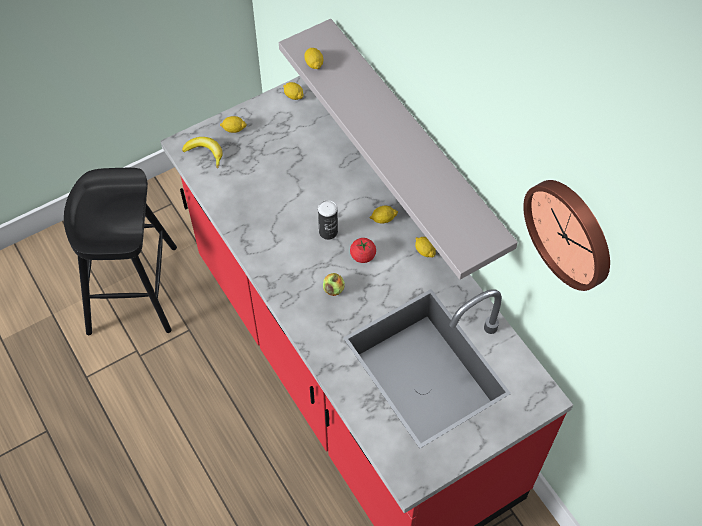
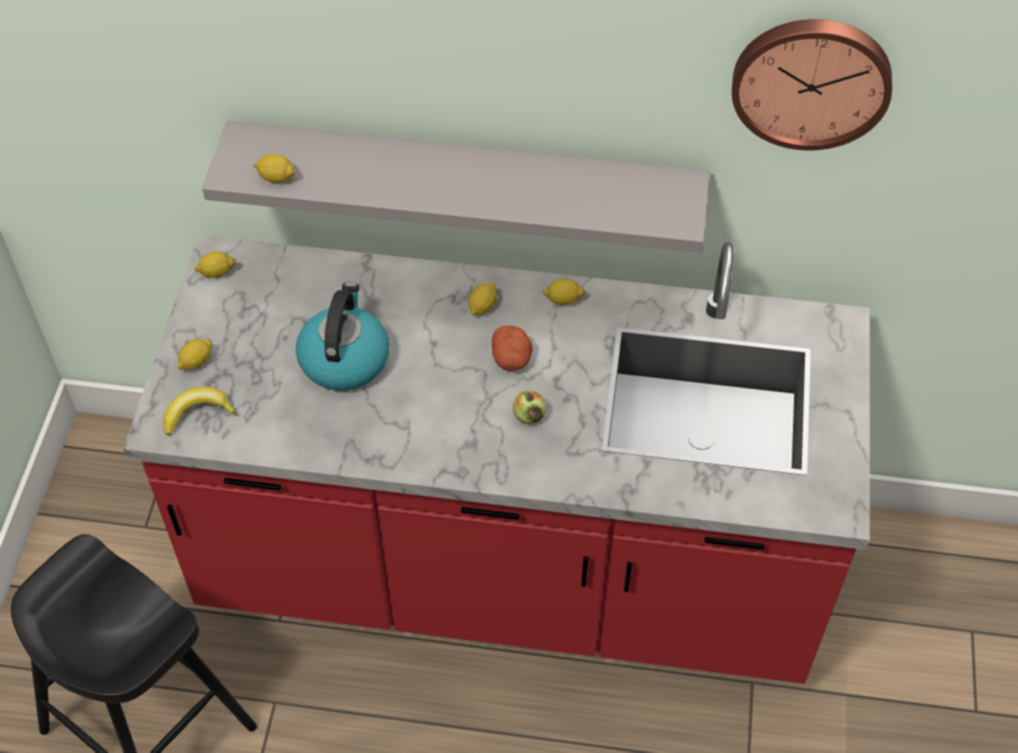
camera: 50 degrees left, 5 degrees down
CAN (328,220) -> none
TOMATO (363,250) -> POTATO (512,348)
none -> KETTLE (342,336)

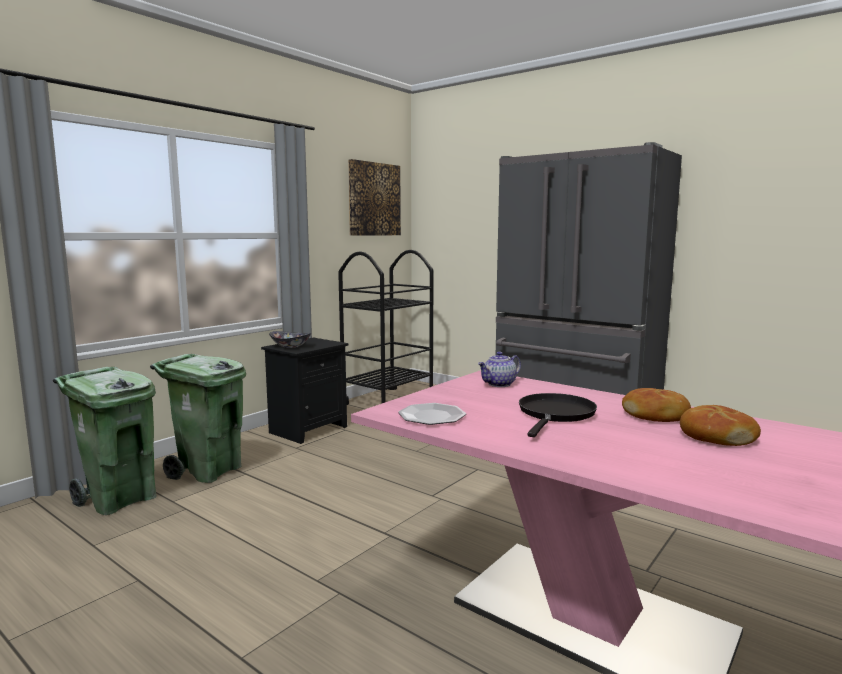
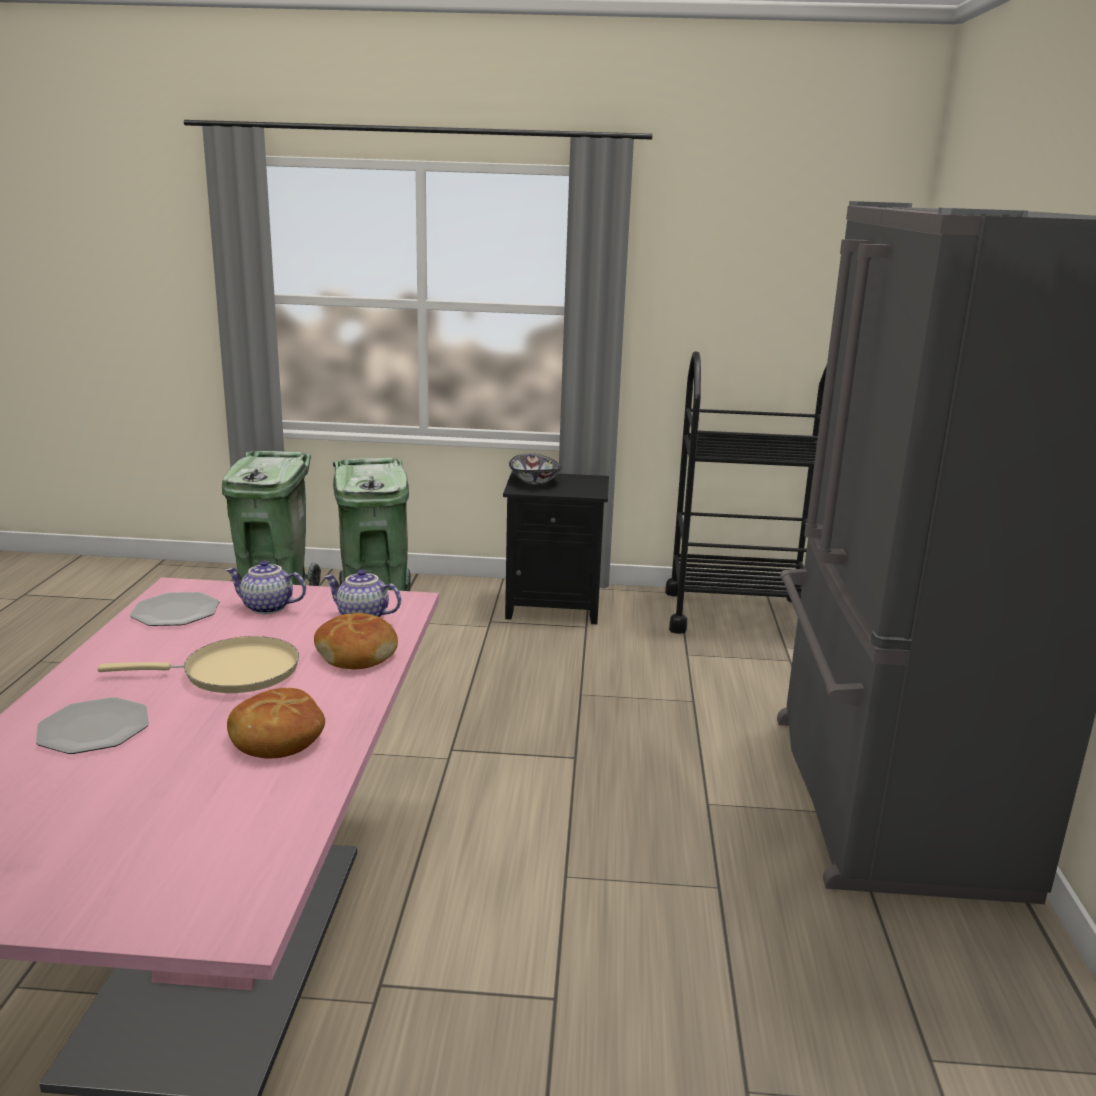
camera: 55 degrees right, 10 degrees up
PICTURE (374,197) -> none
BLACK FRYING PAN (558,415) -> BEIGE FRYING PAN (198,664)
BREAD (720,425) -> BREAD (356,641), shifted
none -> PLATE (92,725)
none -> TEAPOT (266,587)

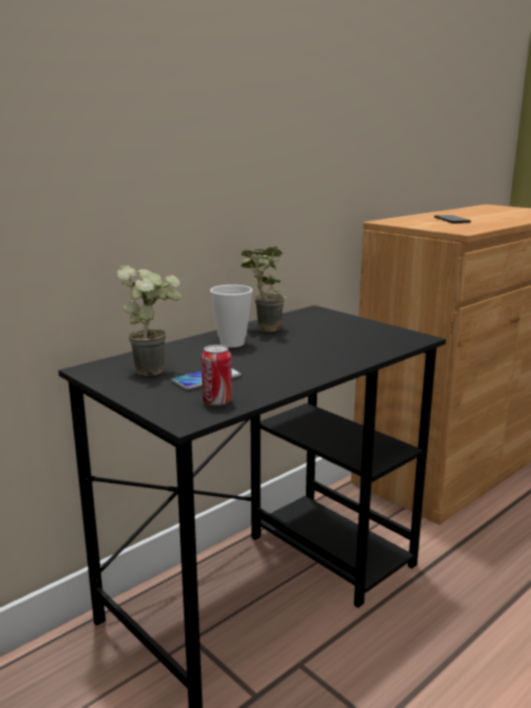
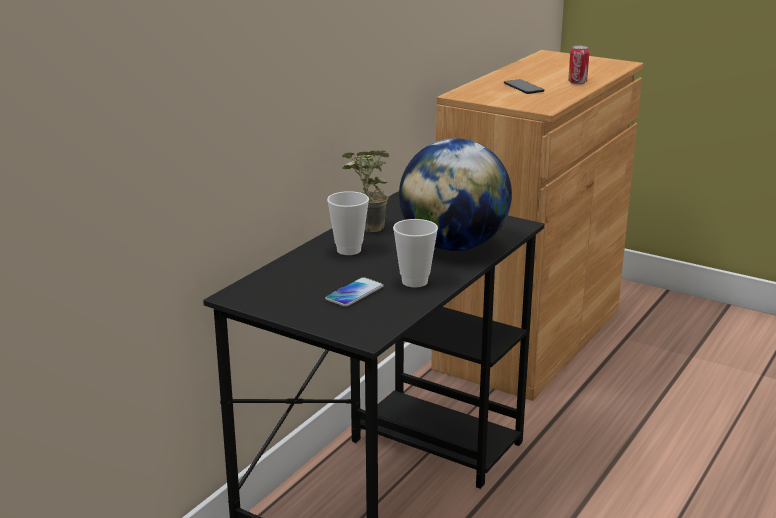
camera: 15 degrees left, 5 degrees up
POTTED PLANT (149,320) -> none
CAN (216,375) -> CAN (578,65), shifted
none -> CUP (415,253)
none -> GLOBE (455,194)

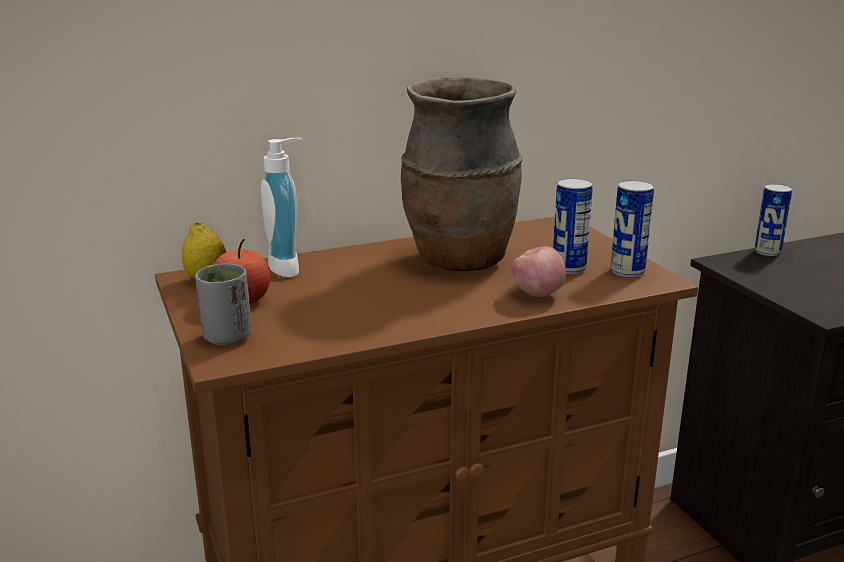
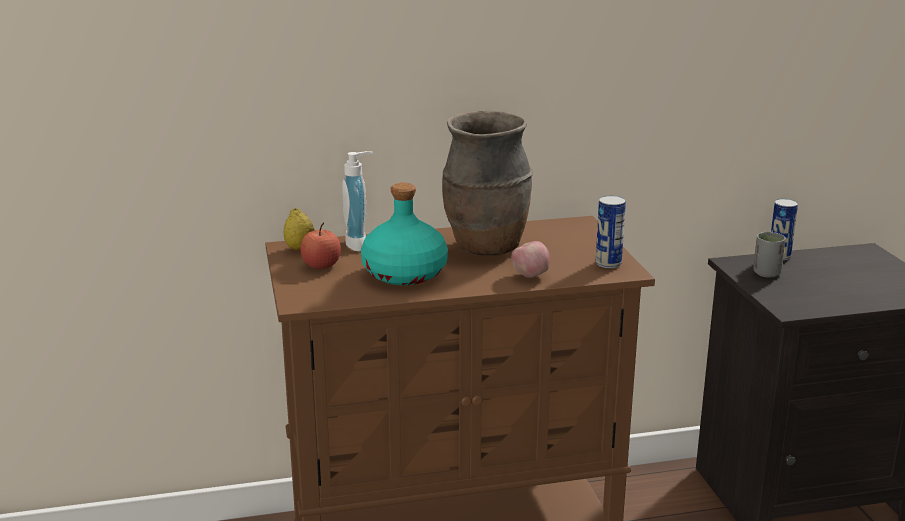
camera: 10 degrees right, 0 degrees up
GREY CUP (223,305) -> GREY CUP (769,255), shifted
CAN (573,226) -> none
none -> TURQUOISE BOTTLE (404,234)

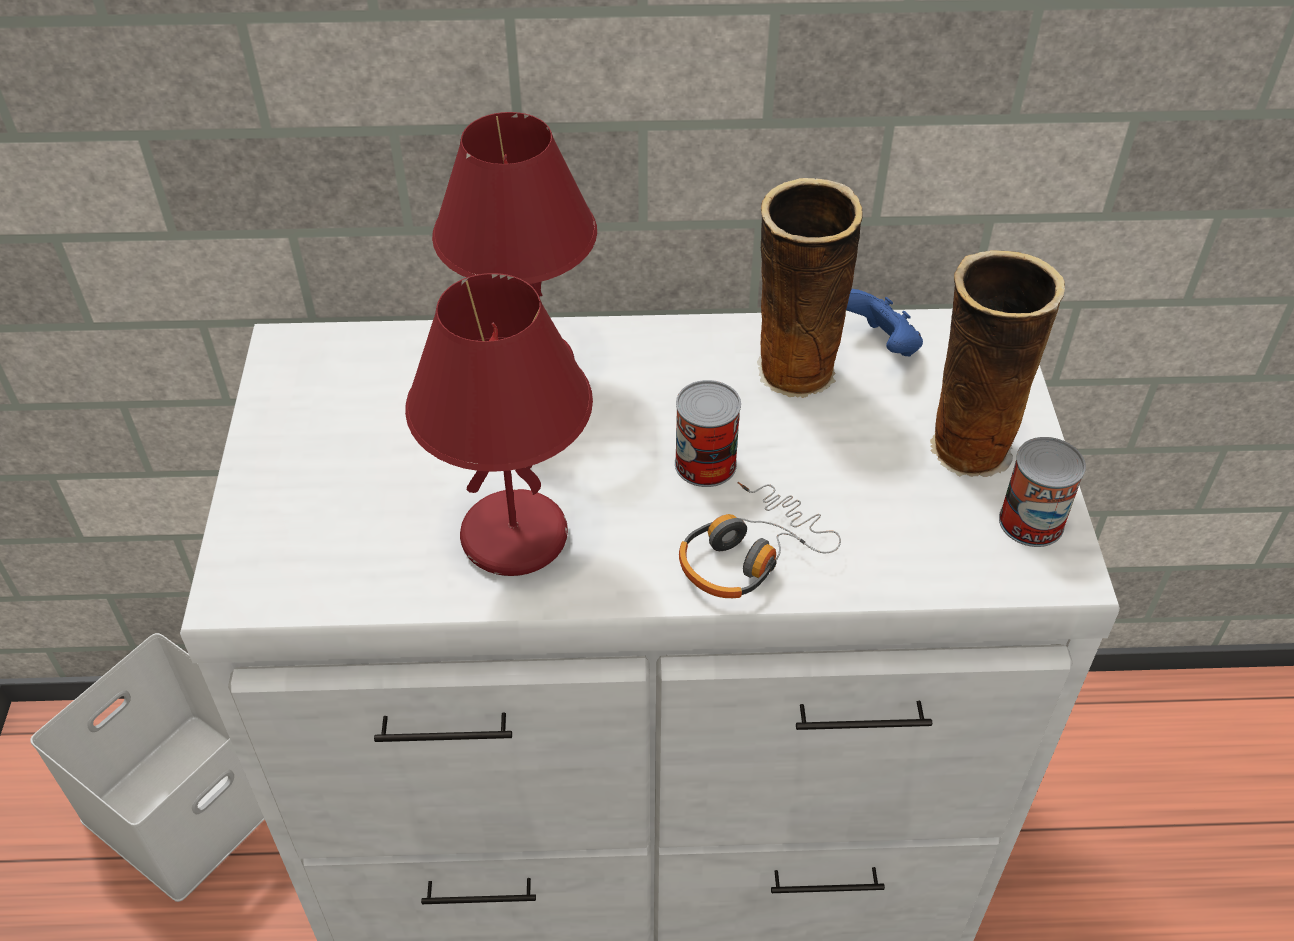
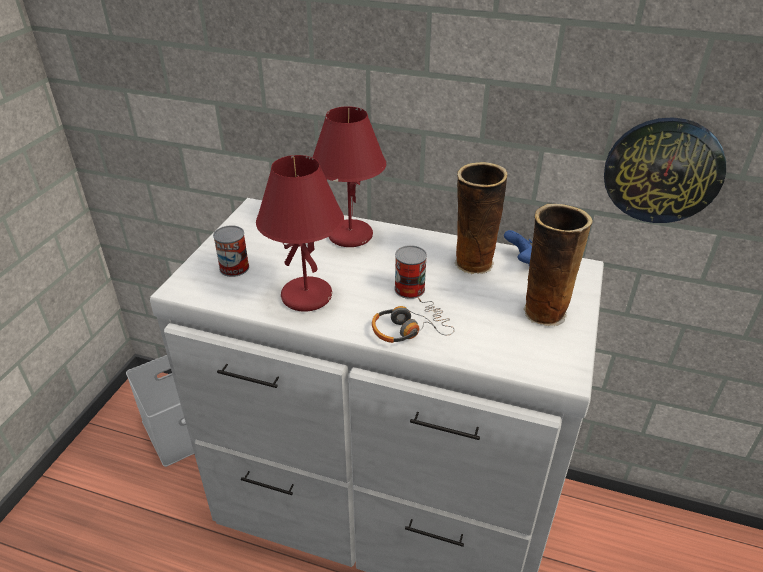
camera: 20 degrees right, 10 degrees down
CAN (1042,492) -> CAN (231,251), shifted
none -> WALL CLOCK (665,170)

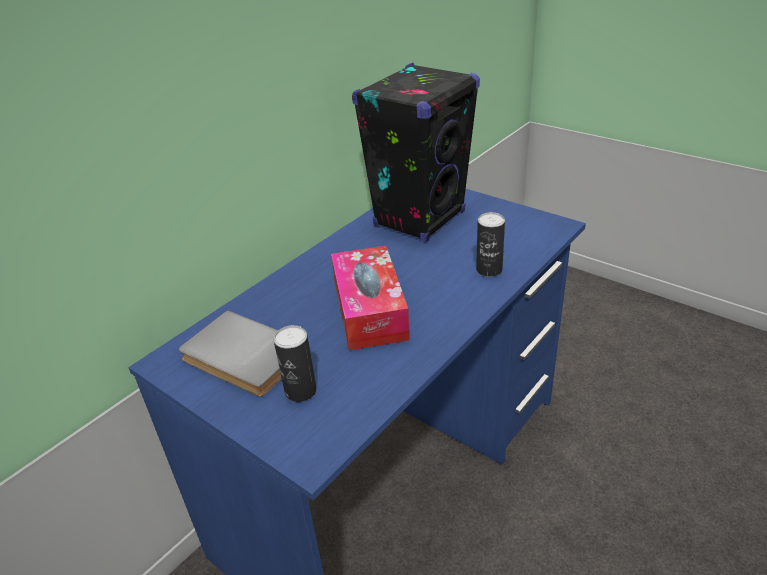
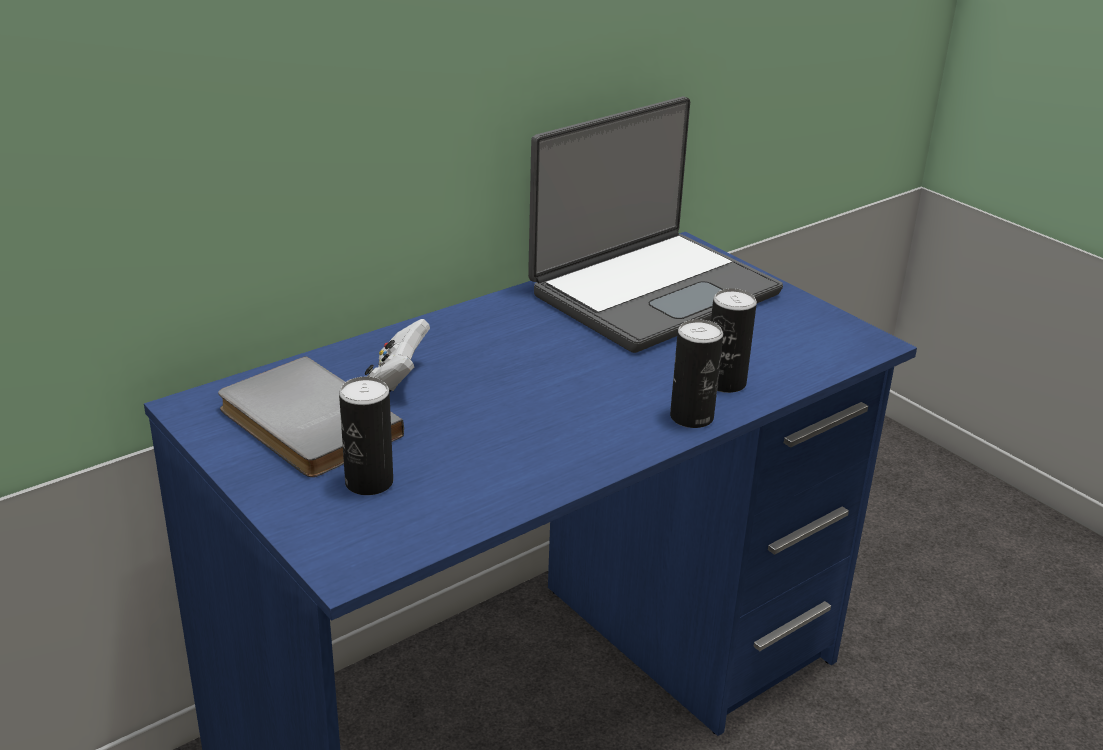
camera: 10 degrees right, 5 degrees down
TISSUE BOX (370,298) -> none
BLACK SPEAKER (416,152) -> LAPTOP (655,224)
none -> WHITE GAME CONTROLLER (397,355)
none -> CAN (696,373)

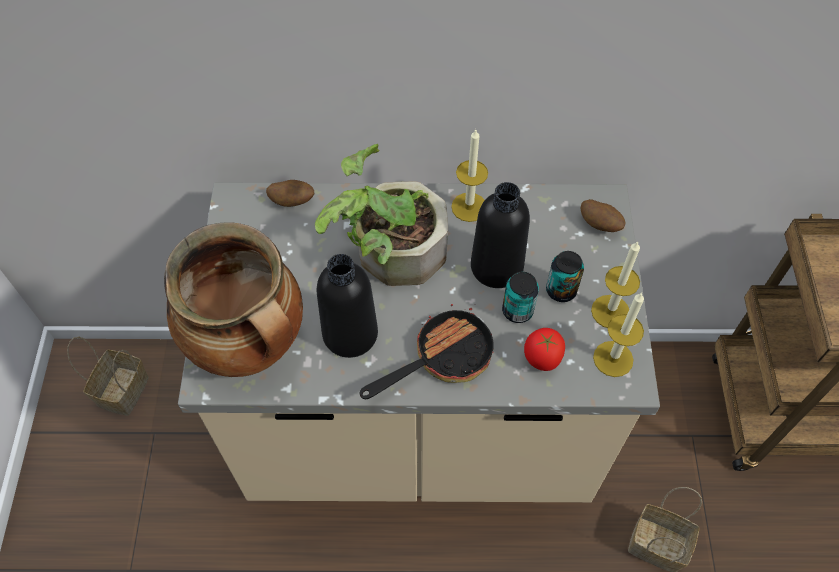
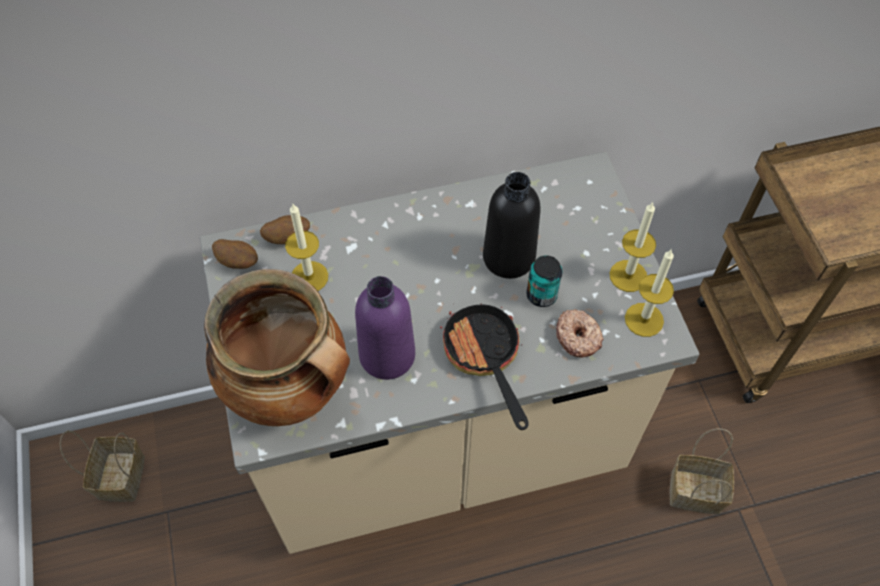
camera: 15 degrees left, 0 degrees up
POTTED PLANT (381,215) -> none
BLACK BOTTLE (347,306) -> PURPLE BOTTLE (385,328)
FRYING PAN (427,351) -> FRYING PAN (484,366), 60 degrees counterclockwise
CANDLE (469,176) -> CANDLE (306,247), shifted
TOMATO (544,349) -> DONUT (580,333)
CAN (565,276) -> none
POTATO (602,215) -> POTATO (235,254), shifted

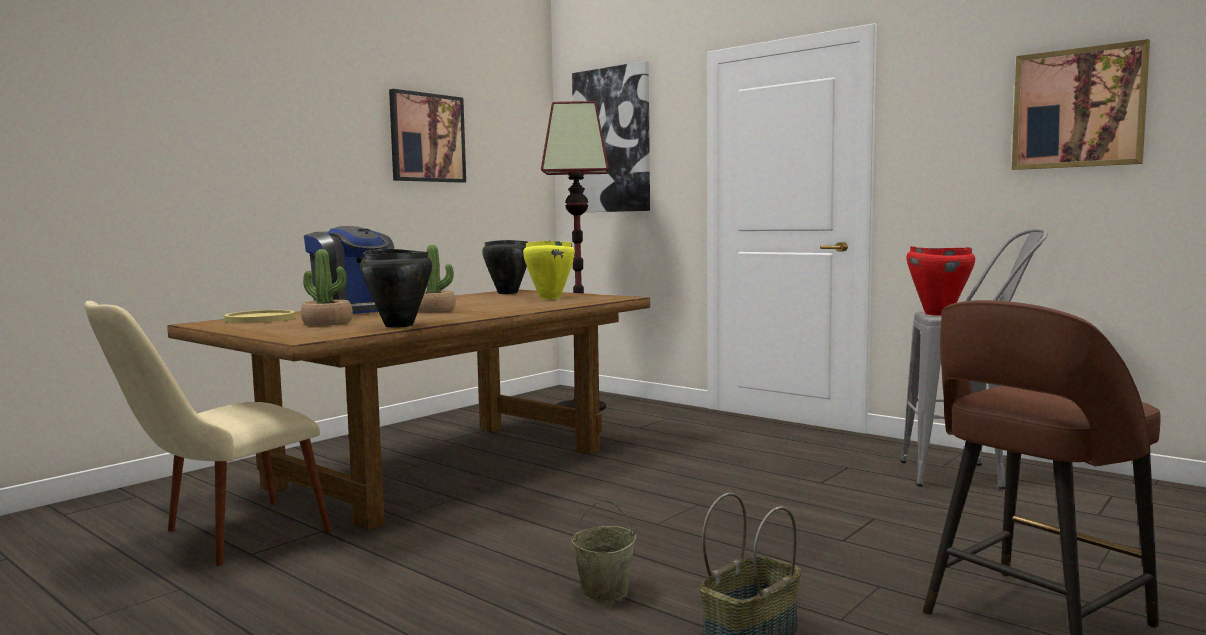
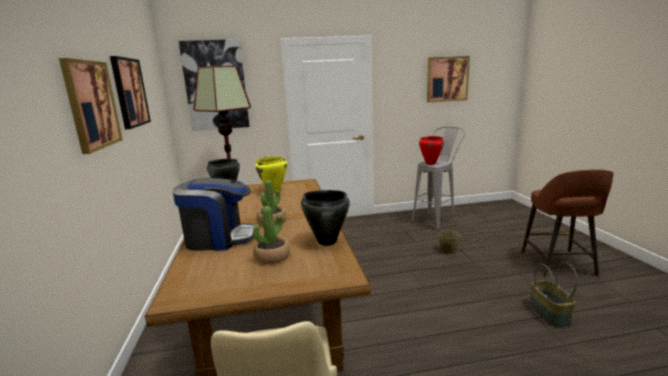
camera: 50 degrees left, 10 degrees up
YELLOW PLATE (259,316) -> none
BEIGE BUCKET (603,551) -> BEIGE BUCKET (449,239), shifted
none -> PICTURE (91,106)

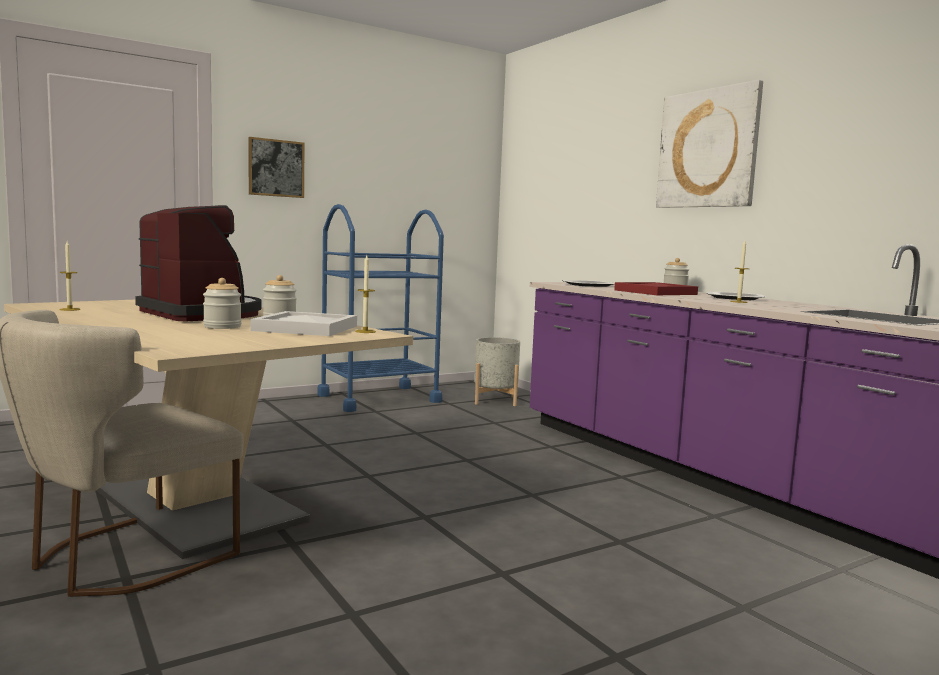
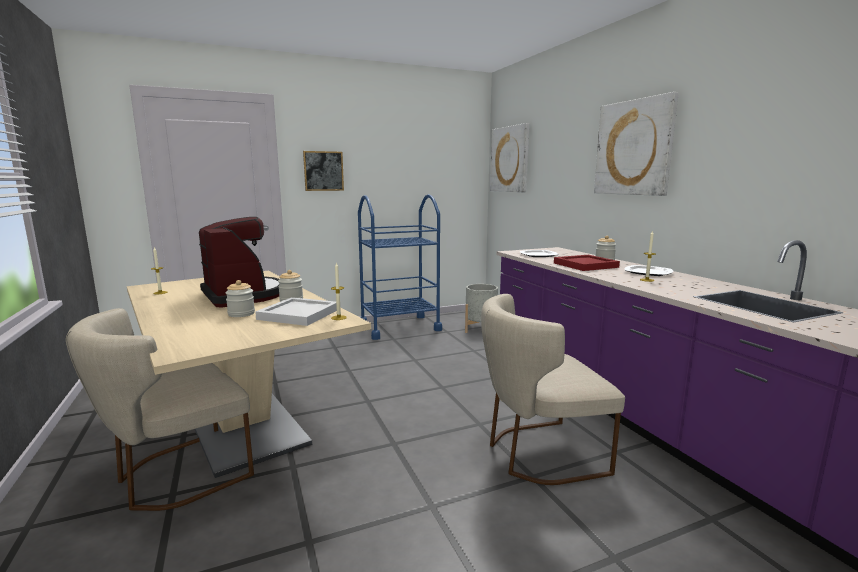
camera: 10 degrees right, 5 degrees up
none -> BEIGE CHAIR (553,389)
none -> PICTURE (509,157)

